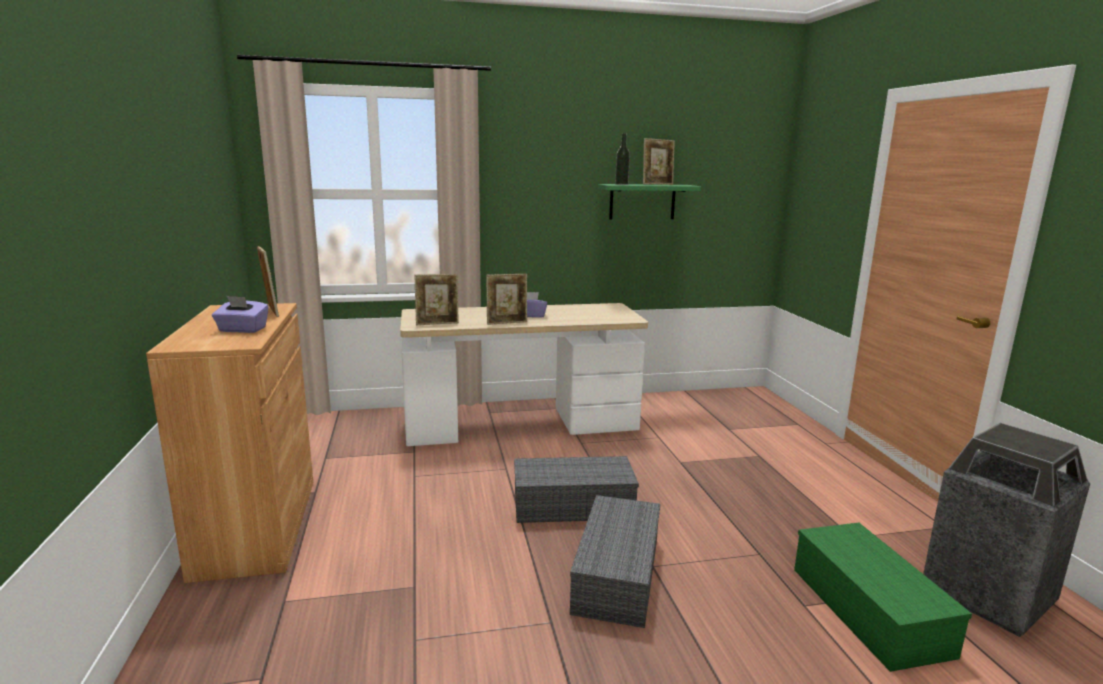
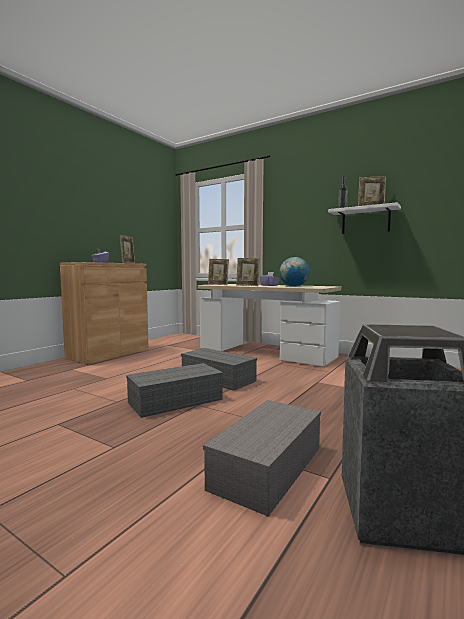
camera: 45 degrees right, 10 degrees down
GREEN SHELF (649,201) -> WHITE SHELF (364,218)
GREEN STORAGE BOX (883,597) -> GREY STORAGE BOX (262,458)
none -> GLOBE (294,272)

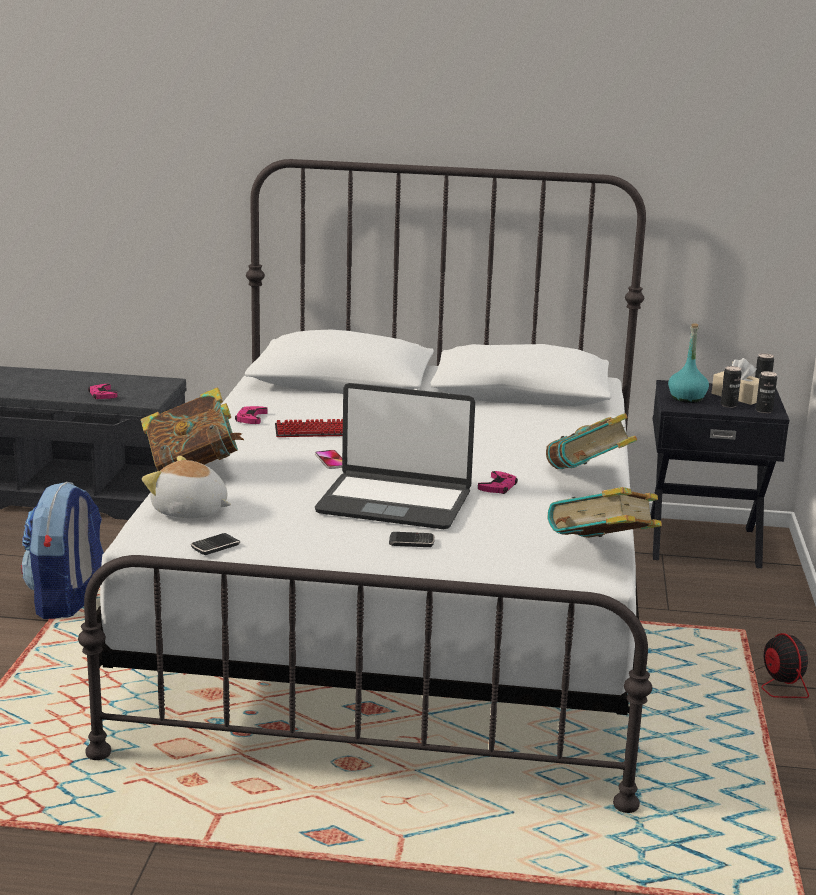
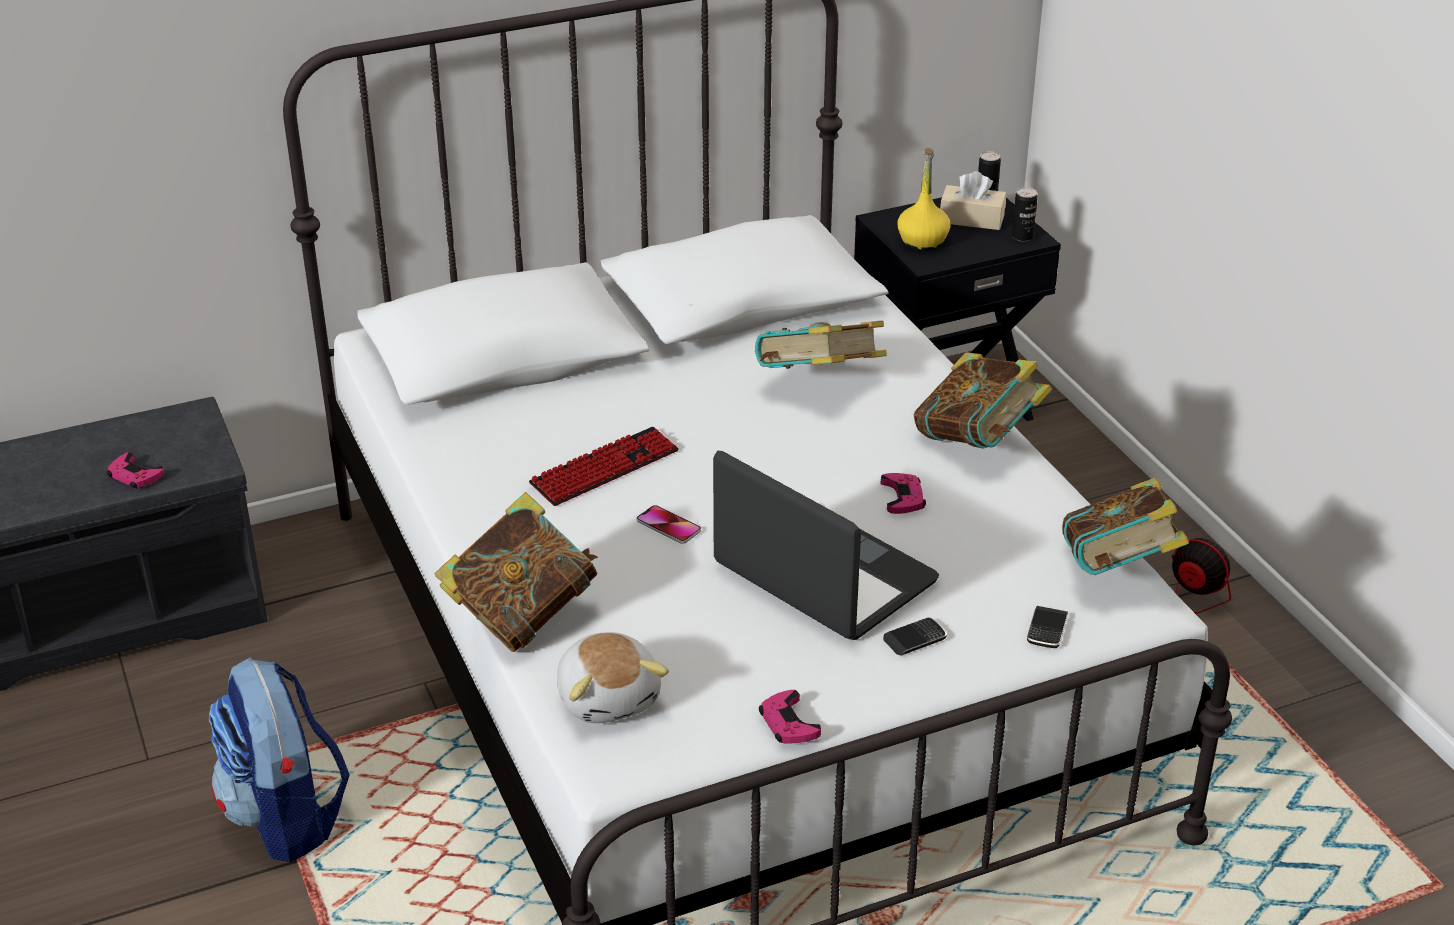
camera: 30 degrees left, 15 degrees up
PLUSH TOY (186,487) -> PLUSH TOY (613,677), 105 degrees counterclockwise
PHONE (215,544) -> PHONE (1047,627), shifted
PINK GAME CONTROLLER (251,415) -> PINK GAME CONTROLLER (790,716), shifted
LAPTOP (395,456) -> LAPTOP (826,545), 120 degrees counterclockwise
TURQUOISE BOTTLE (688,363) -> YELLOW BOTTLE (924,199)
CAN (731,387) -> none
none -> BOOK (821,344)

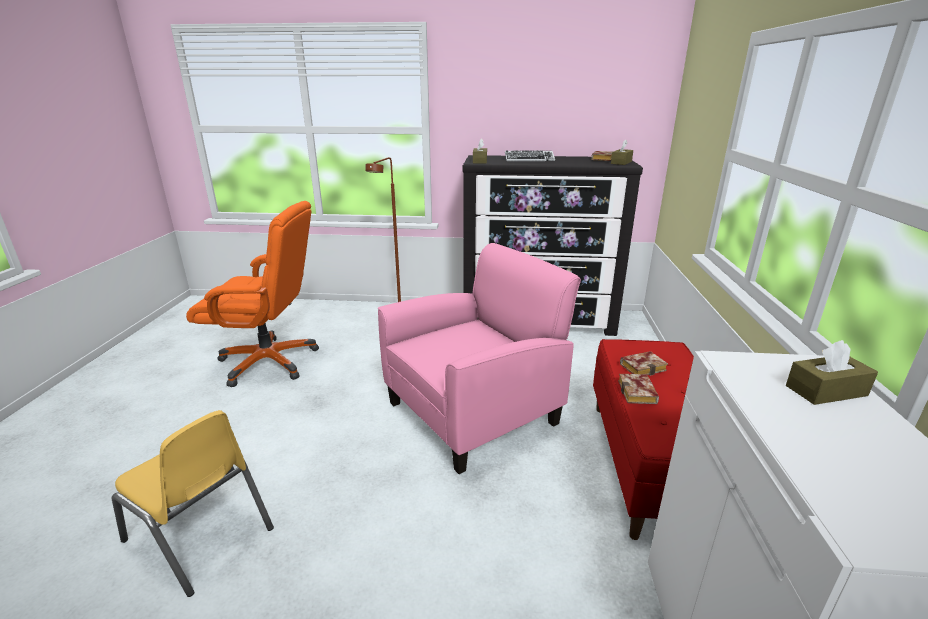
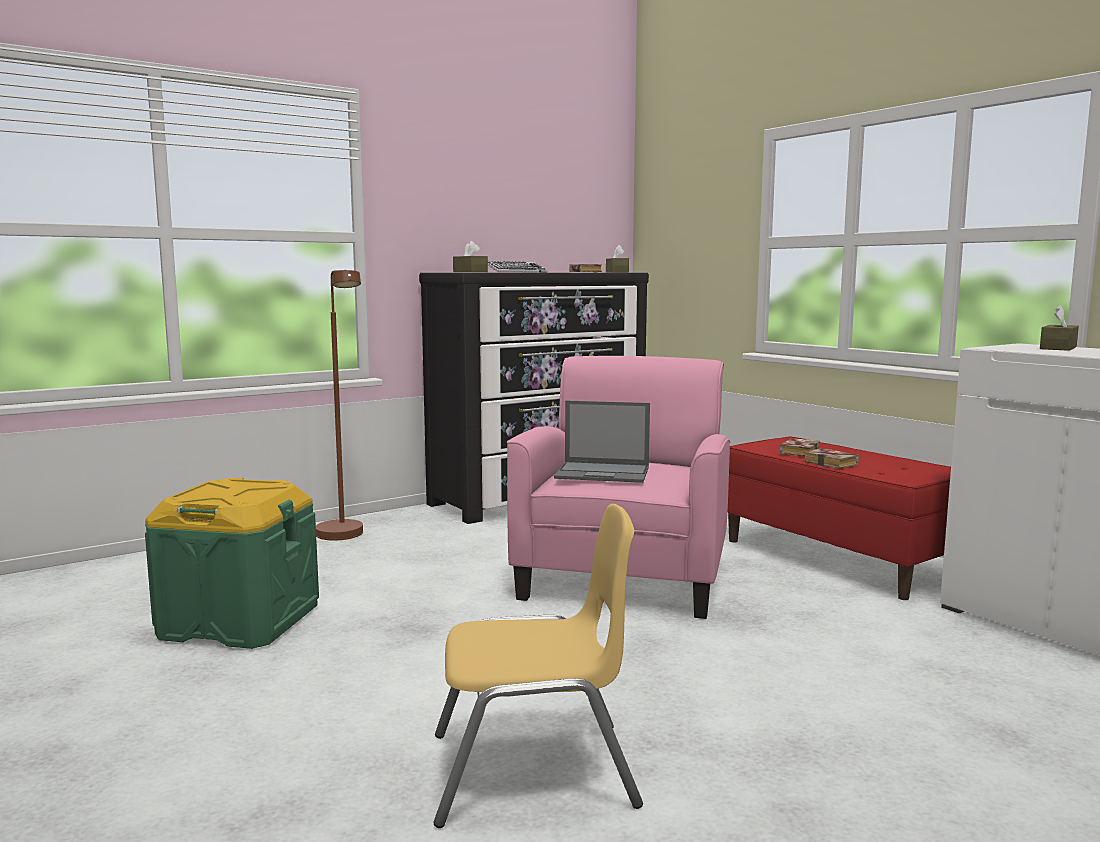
camera: 40 degrees left, 15 degrees down
ORANGE OFFICE CHAIR (252,294) -> GREEN STORAGE BOX (232,563)
none -> LAPTOP (602,442)

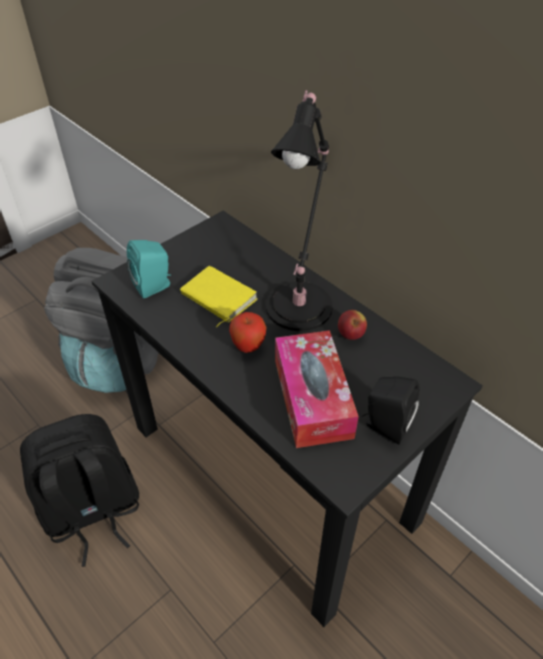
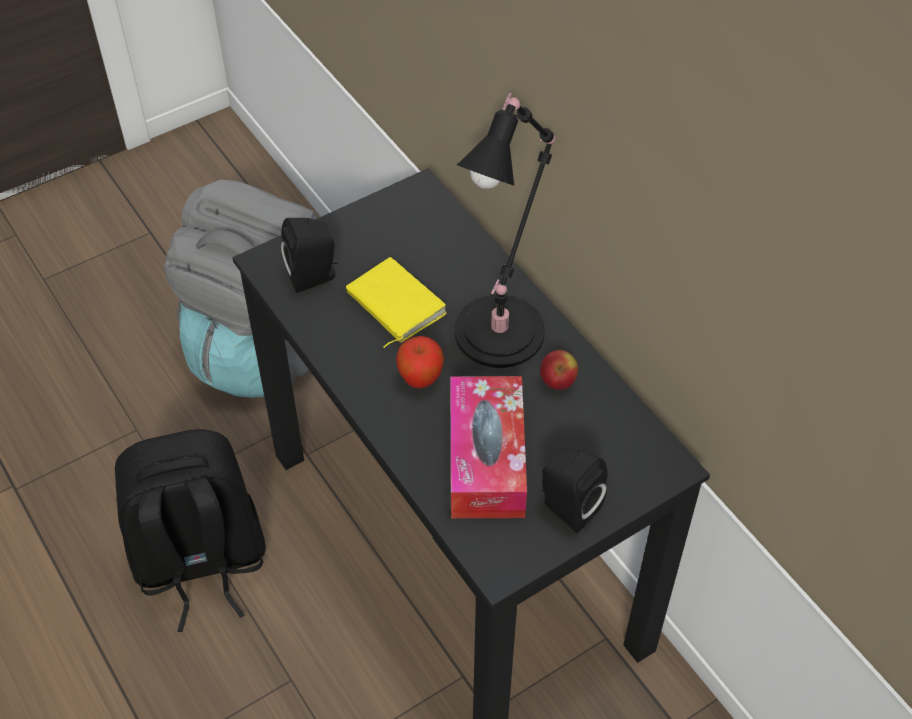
camera: 10 degrees right, 5 degrees up
TURQUOISE SPEAKER (149,269) -> BLACK SPEAKER (309,255)

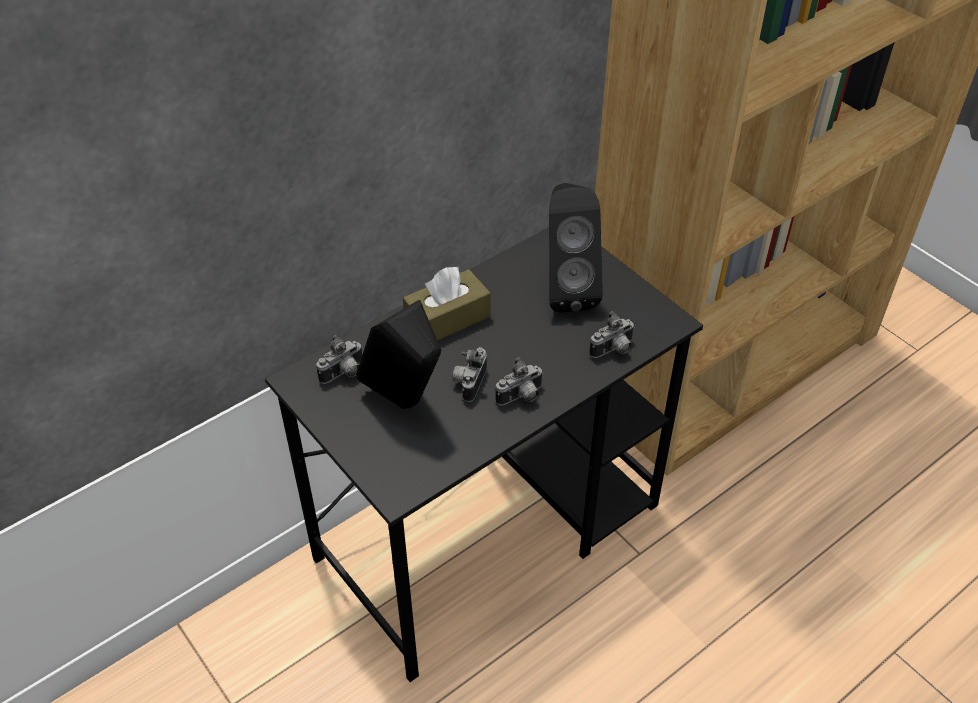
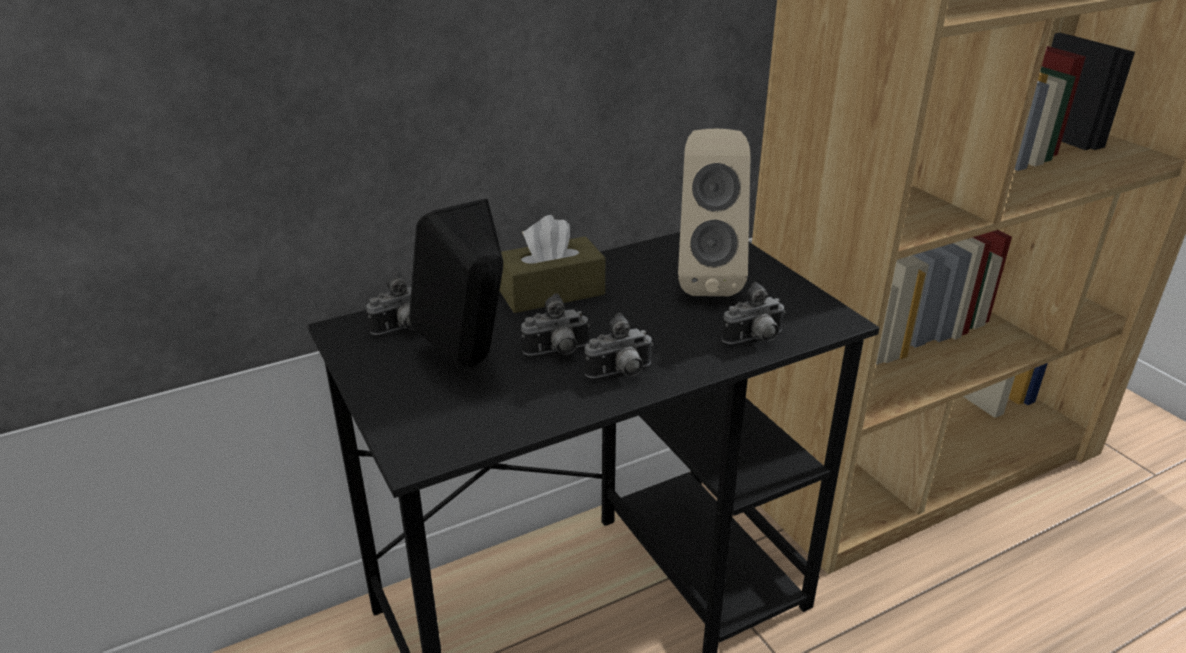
camera: 10 degrees right, 15 degrees down
PHOTO CAMERA (469,374) -> PHOTO CAMERA (555,325), 135 degrees counterclockwise
BLACK SPEAKER (576,248) -> BEIGE SPEAKER (714,212)

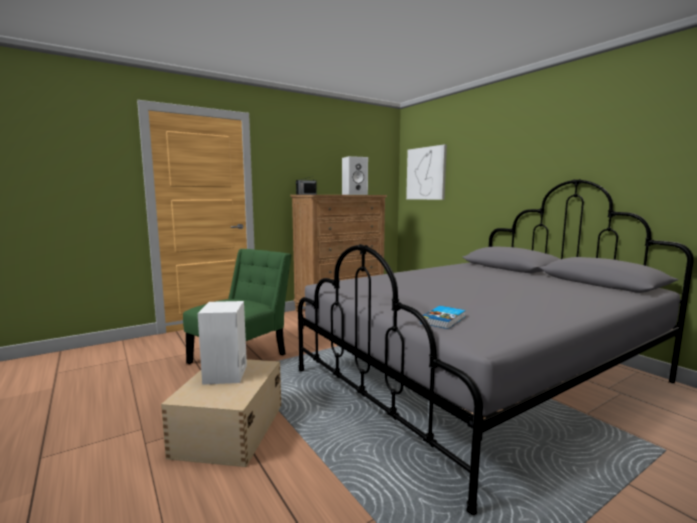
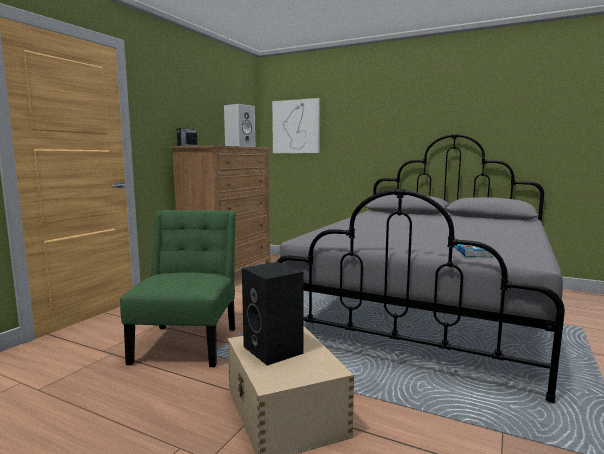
camera: 30 degrees left, 0 degrees up
WHITE SPEAKER (222,343) -> BLACK SPEAKER (273,313)

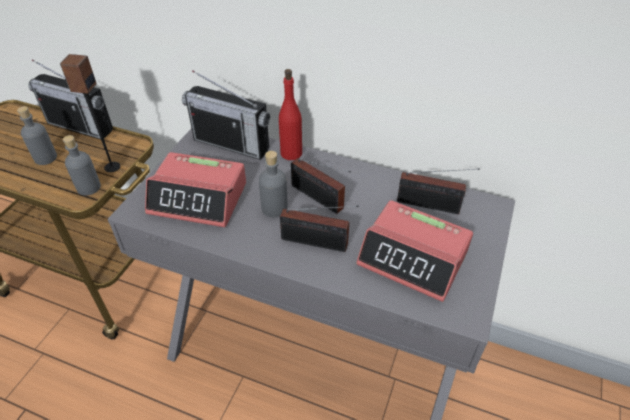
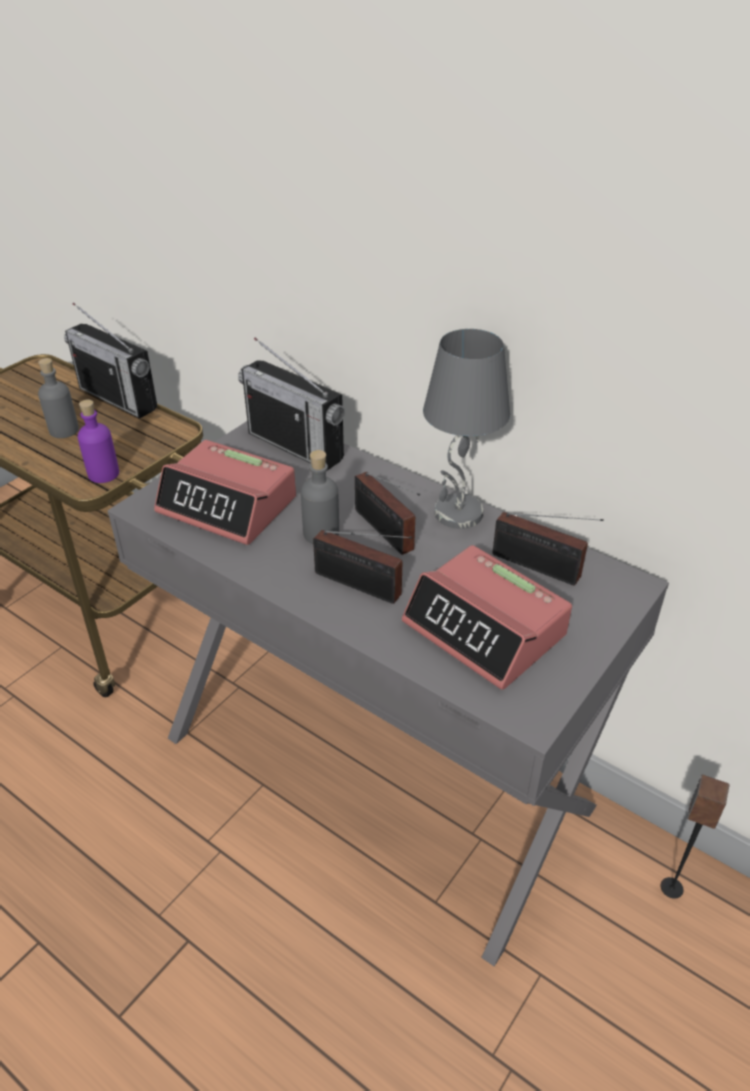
camera: 15 degrees right, 5 degrees down
SPEAKER (90,113) -> SPEAKER (695,836), shifted
GREY BOTTLE (82,165) -> PURPLE BOTTLE (98,441)
RED BOTTLE (290,114) -> none
none -> GREY TABLE LAMP (466,429)

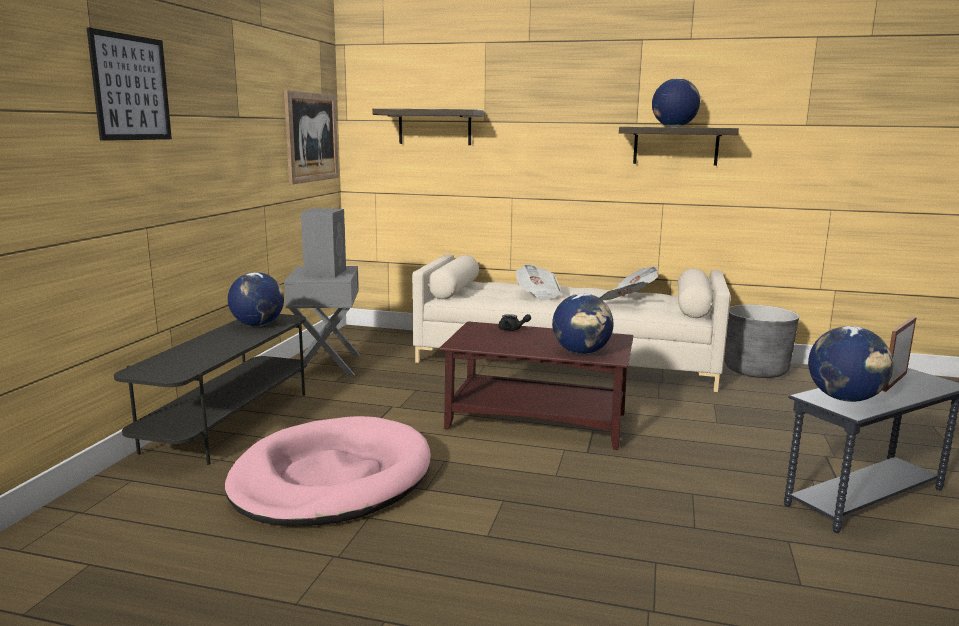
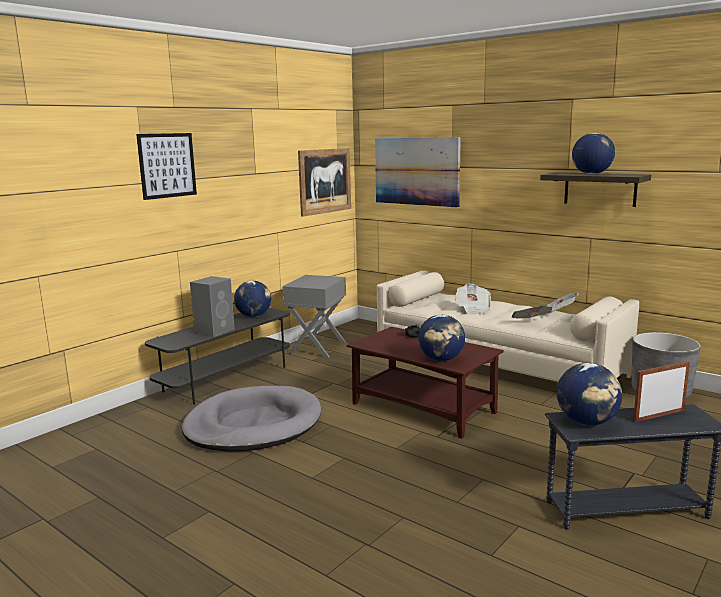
camera: 25 degrees right, 0 degrees up
PINK DOG BED (328,471) -> GREY DOG BED (251,419)
GREY SPEAKER (323,243) -> GREY SPEAKER (212,306), shifted
SHELF (428,127) -> PICTURE (418,172)

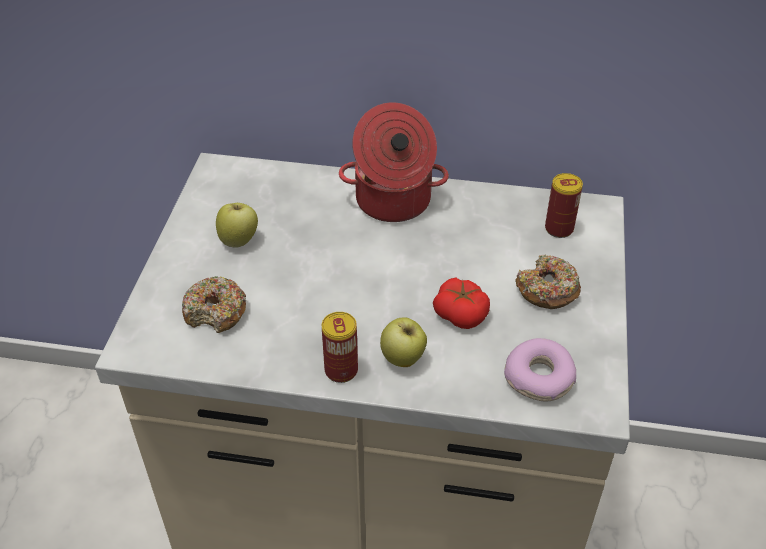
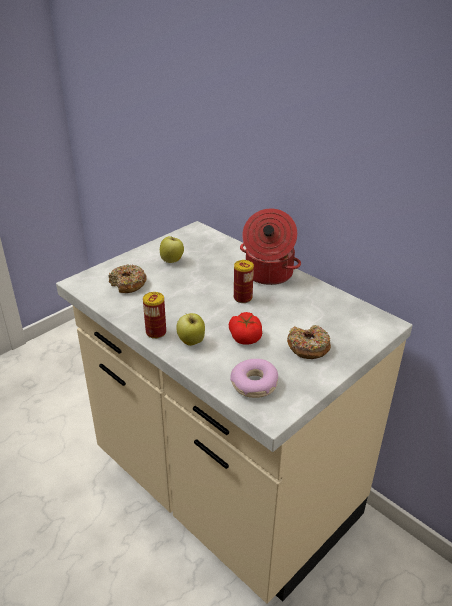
camera: 35 degrees right, 10 degrees down
CAN (564,205) -> CAN (244,281), shifted

